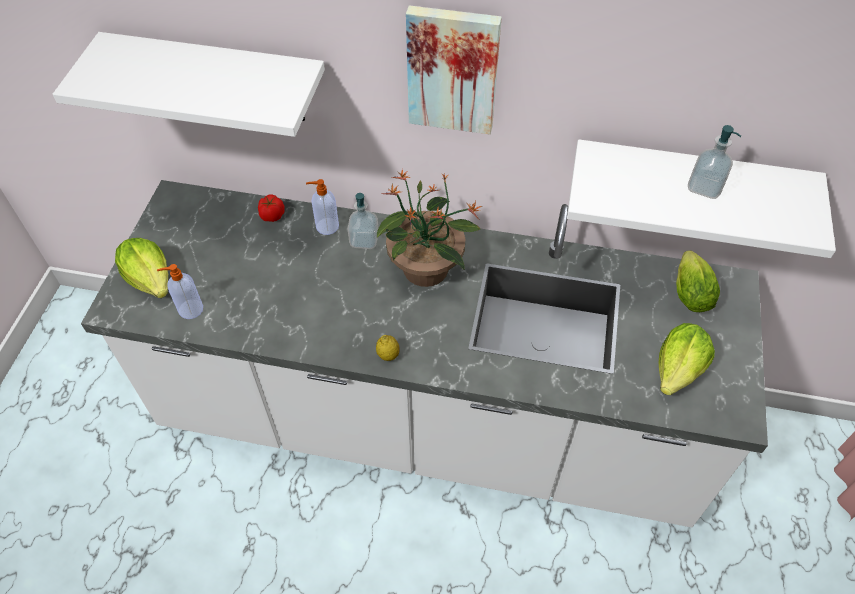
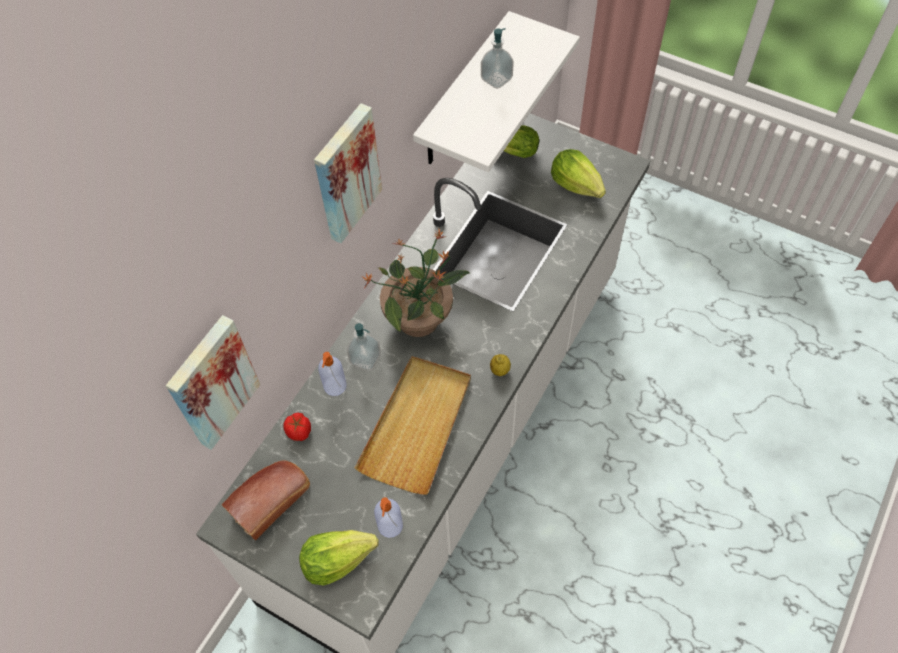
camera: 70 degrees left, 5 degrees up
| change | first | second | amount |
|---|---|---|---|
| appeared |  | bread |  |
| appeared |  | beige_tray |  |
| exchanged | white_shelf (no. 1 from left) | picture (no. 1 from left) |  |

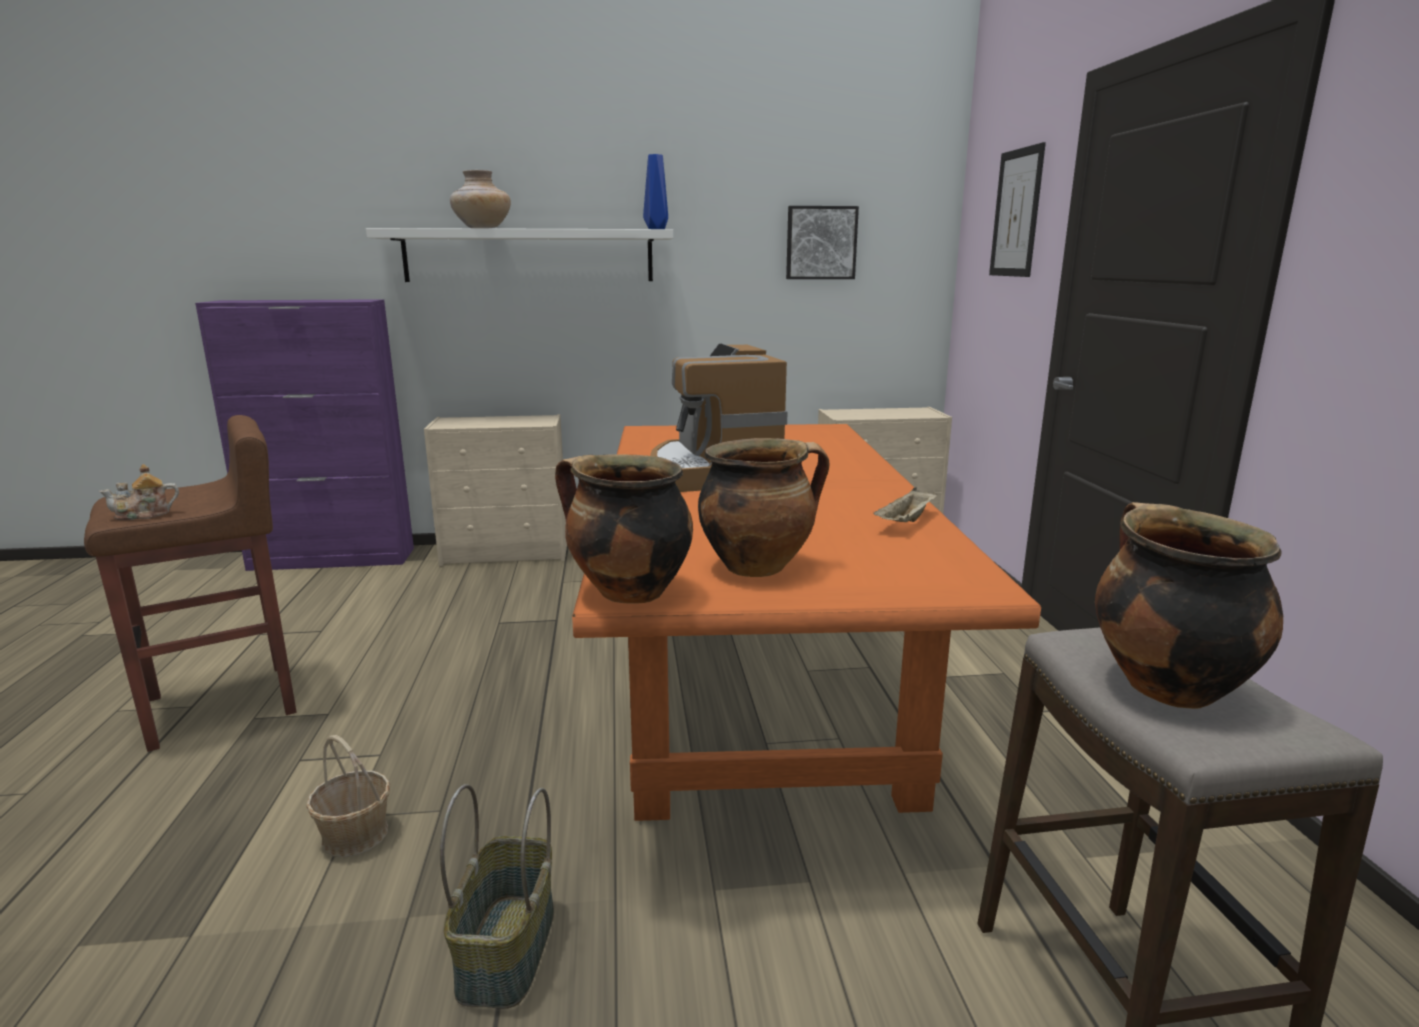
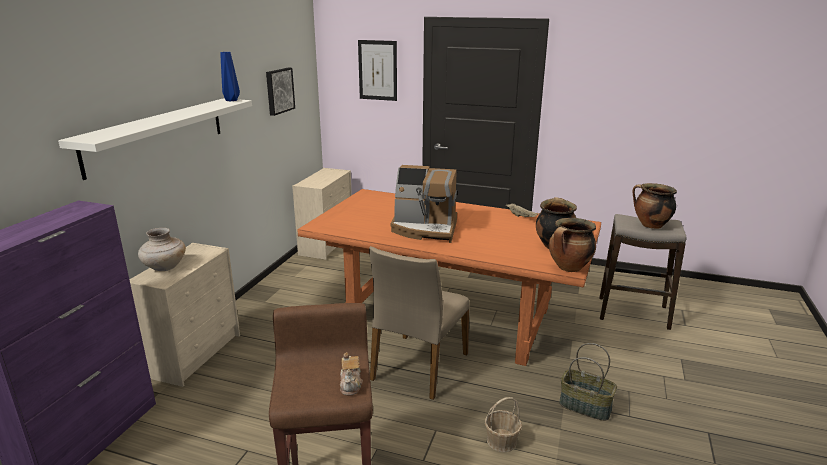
camera: 65 degrees left, 5 degrees up
| change | first | second | amount |
|---|---|---|---|
| appeared |  | beige_chair |  |
| relocated | beige_vase |  |  |

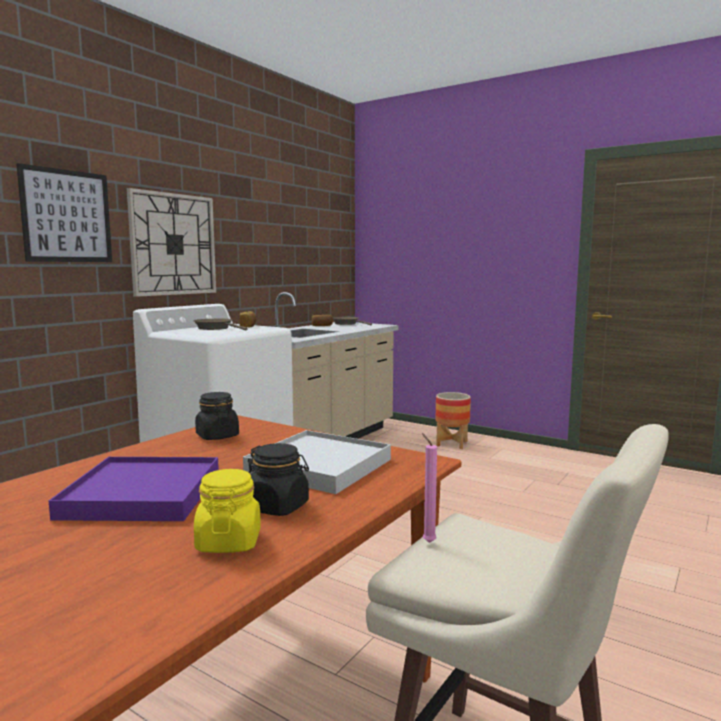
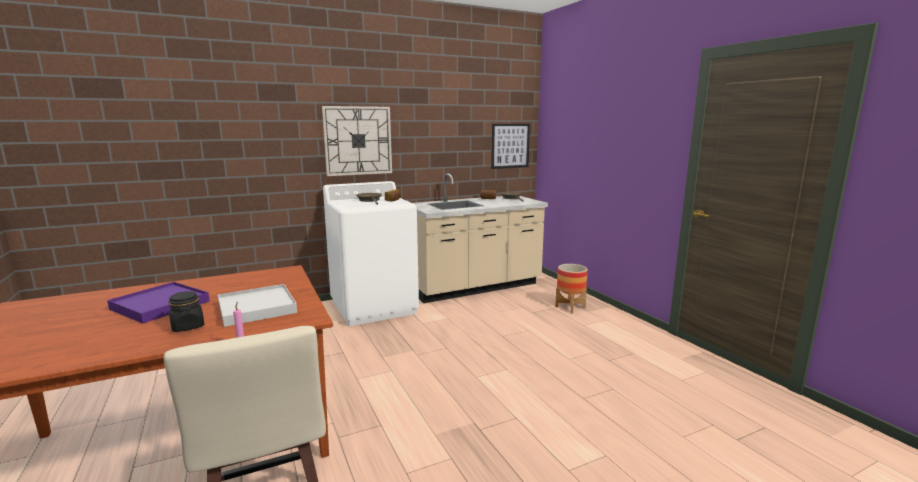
camera: 30 degrees right, 5 degrees up
| change | first | second | amount |
|---|---|---|---|
| missing | yellow_jar |  |  |
| missing | black_jar (no. 1 from left) |  |  |
| relocated | picture |  |  |

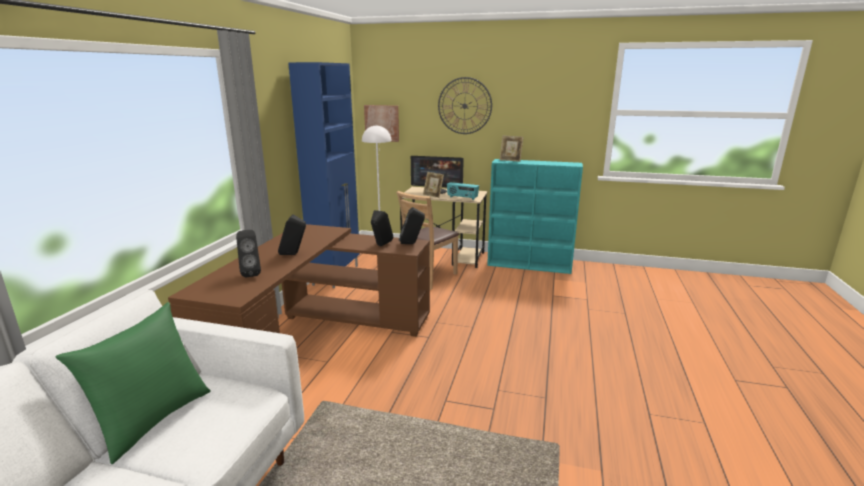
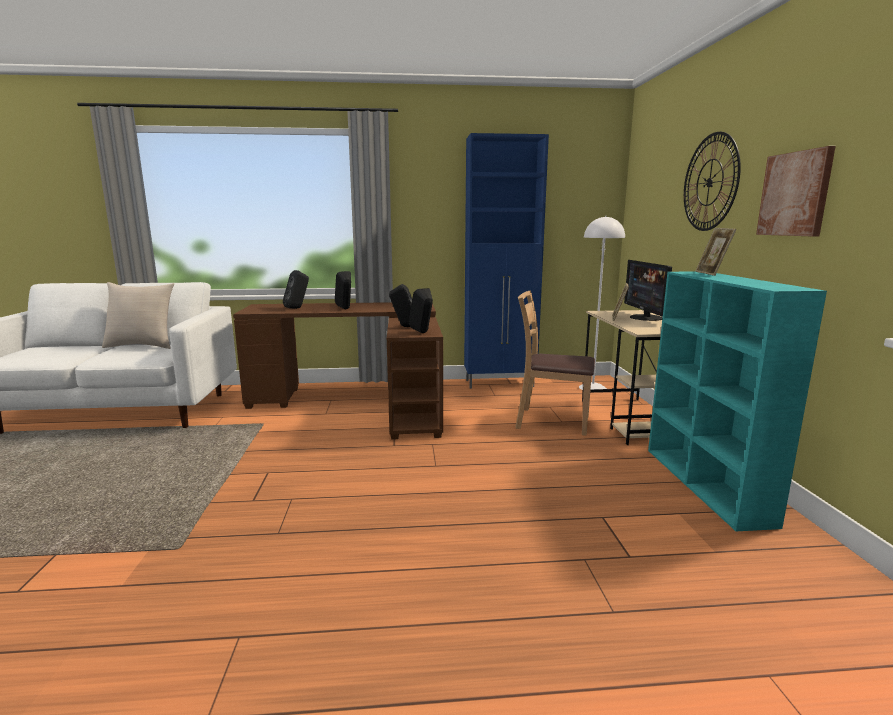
camera: 70 degrees right, 5 degrees down
| change | first | second | amount |
|---|---|---|---|
| missing | radio |  |  |
| relocated | picture |  |  |
| colour | green_pillow | beige_pillow |  |

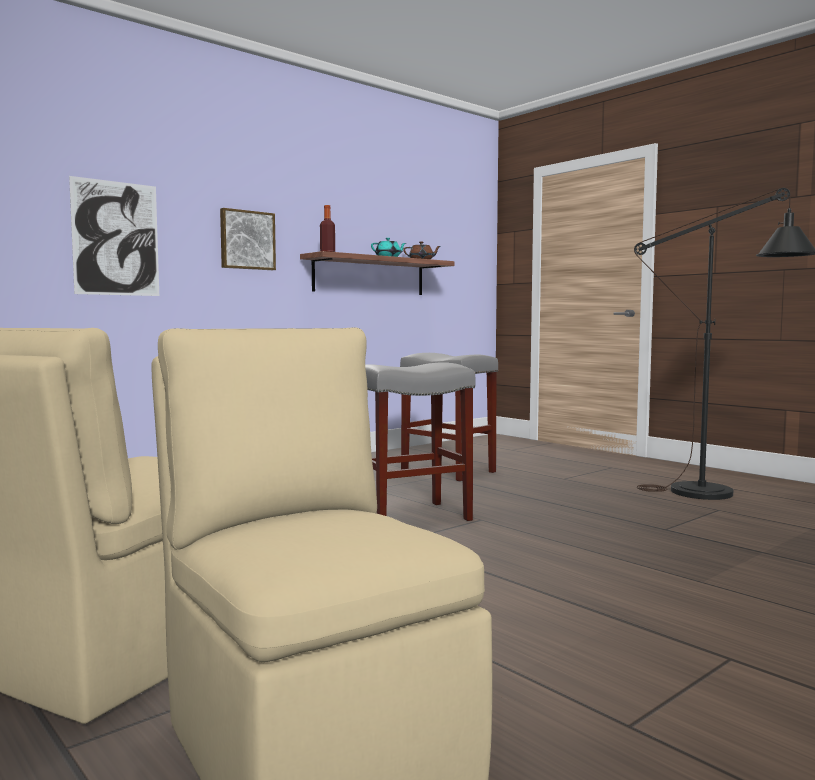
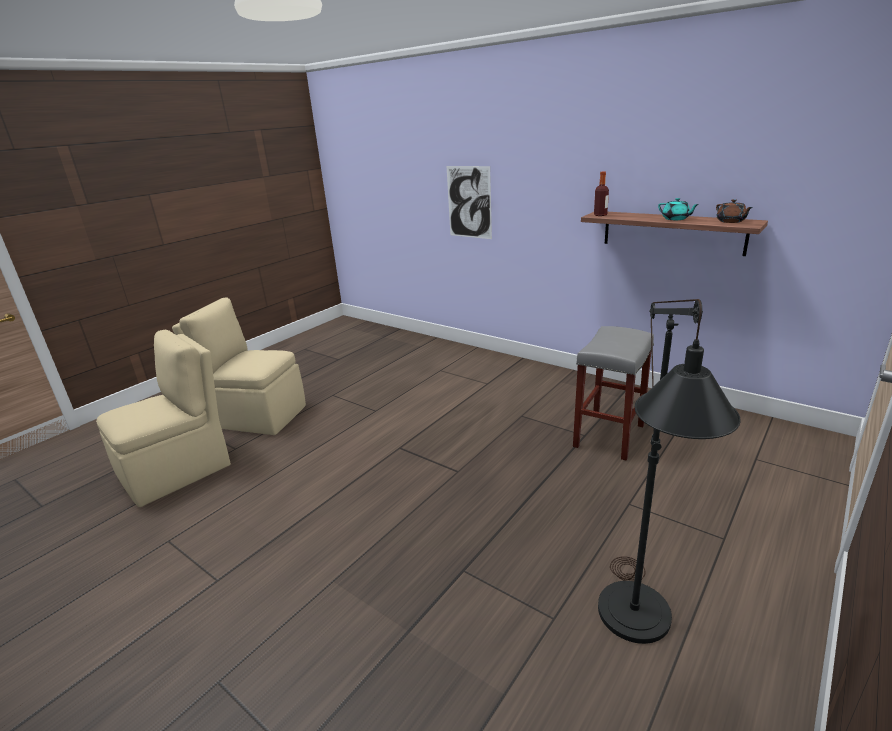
camera: 80 degrees right, 20 degrees up
| change | first | second | amount |
|---|---|---|---|
| missing | picture (no. 2 from left) |  |  |
| missing | grey_stool (no. 1 from left) |  |  |

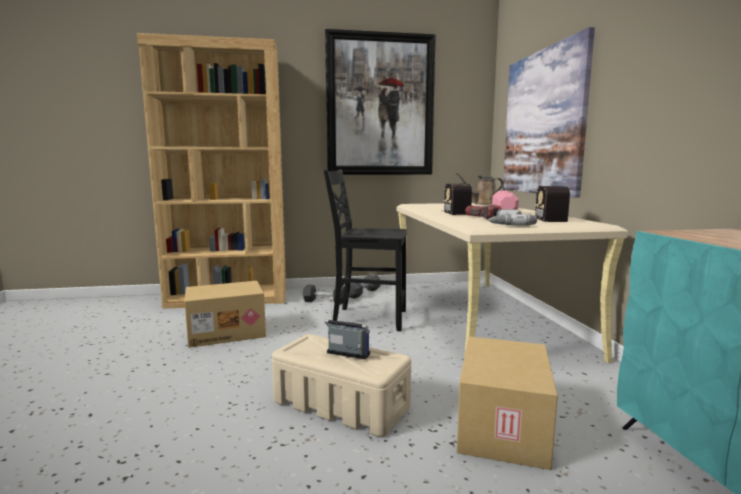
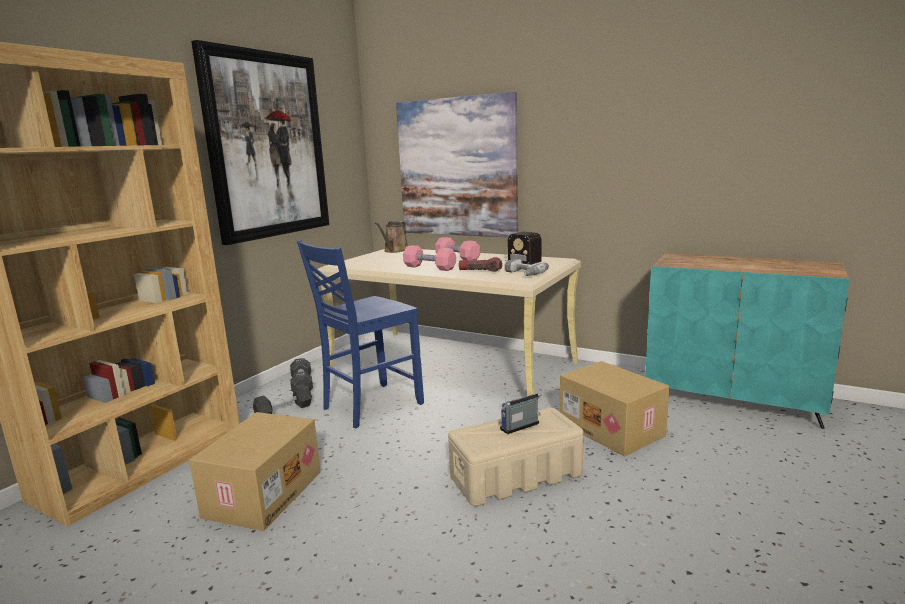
camera: 50 degrees left, 5 degrees up
| change | first | second | amount |
|---|---|---|---|
| exchanged | radio (no. 2 from left) | pink_dumbbell (no. 1 from left) |  |
| colour | black_chair | blue_chair |  |

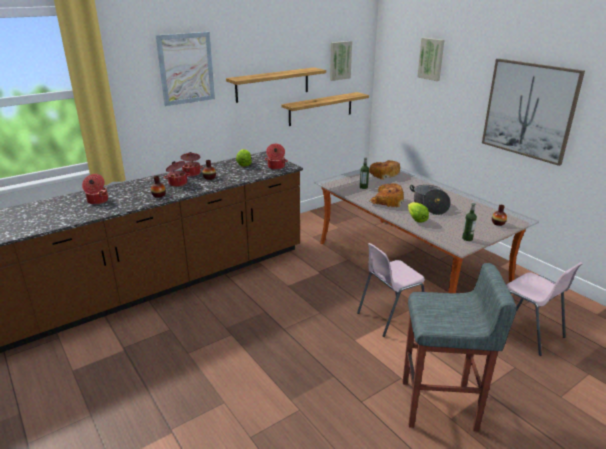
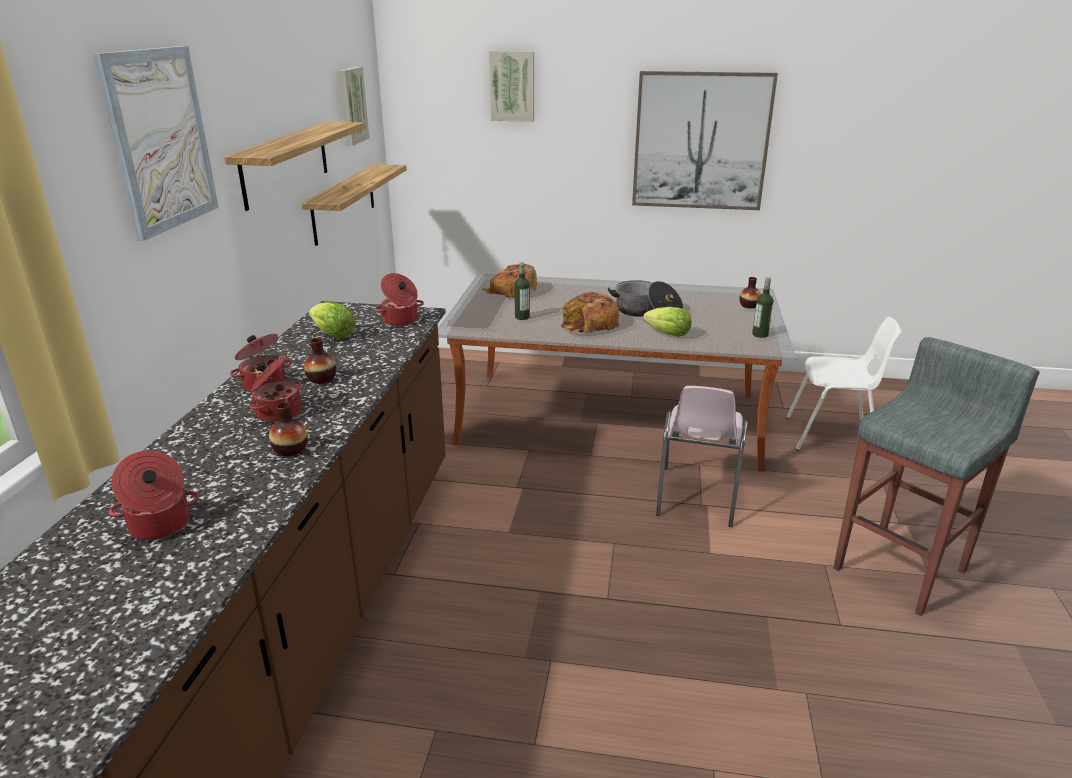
camera: 45 degrees left, 0 degrees up
| change | first | second | amount |
|---|---|---|---|
| colour | pink_chair (no. 2 from left) | white_chair |  |

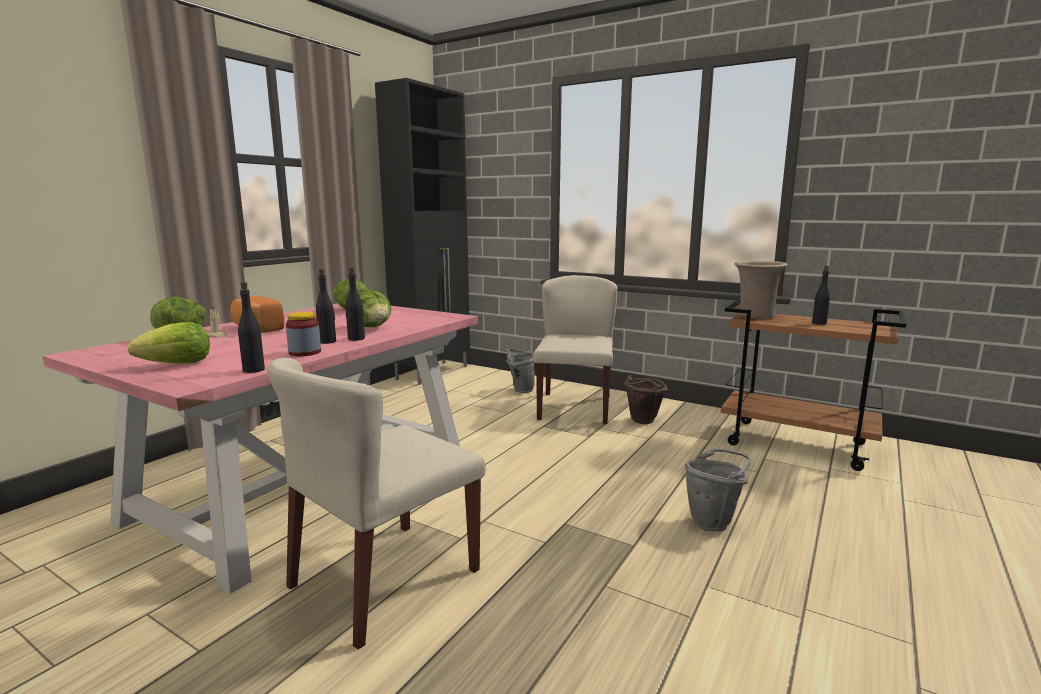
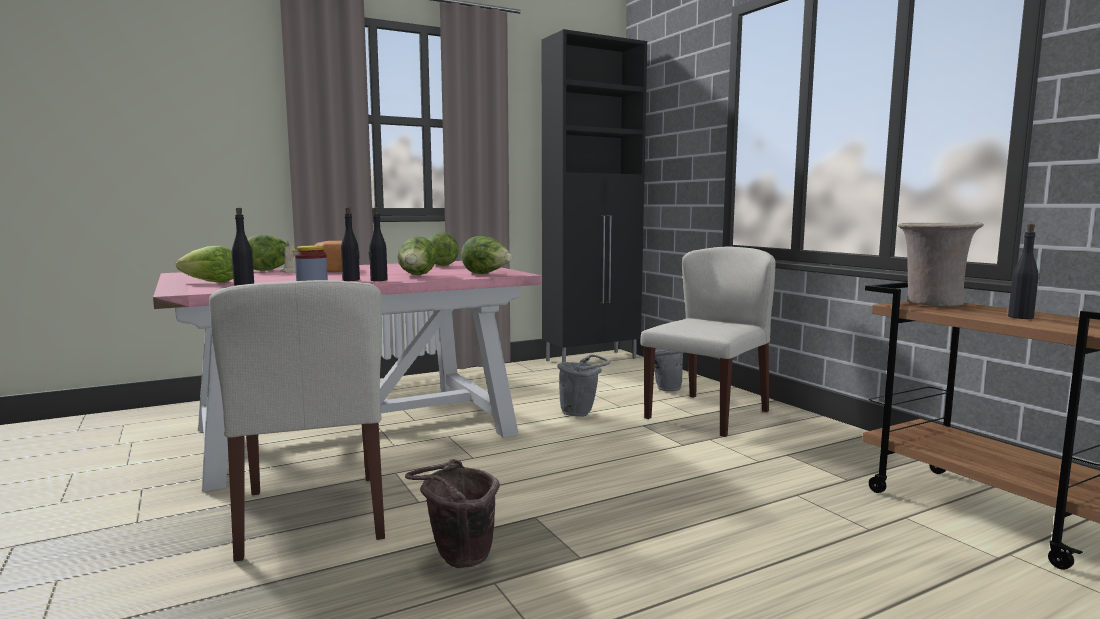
camera: 30 degrees right, 5 degrees down
| change | first | second | amount |
|---|---|---|---|
| appeared |  | lettuce (no. 5 from left) |  |
| relocated | brown_bucket |  |  |
| relocated | grey_bucket (no. 2 from left in the first image) | grey_bucket (no. 1 from left) |  |
| spun | beige_chair (no. 1 from left) |  | 90 degrees counterclockwise |

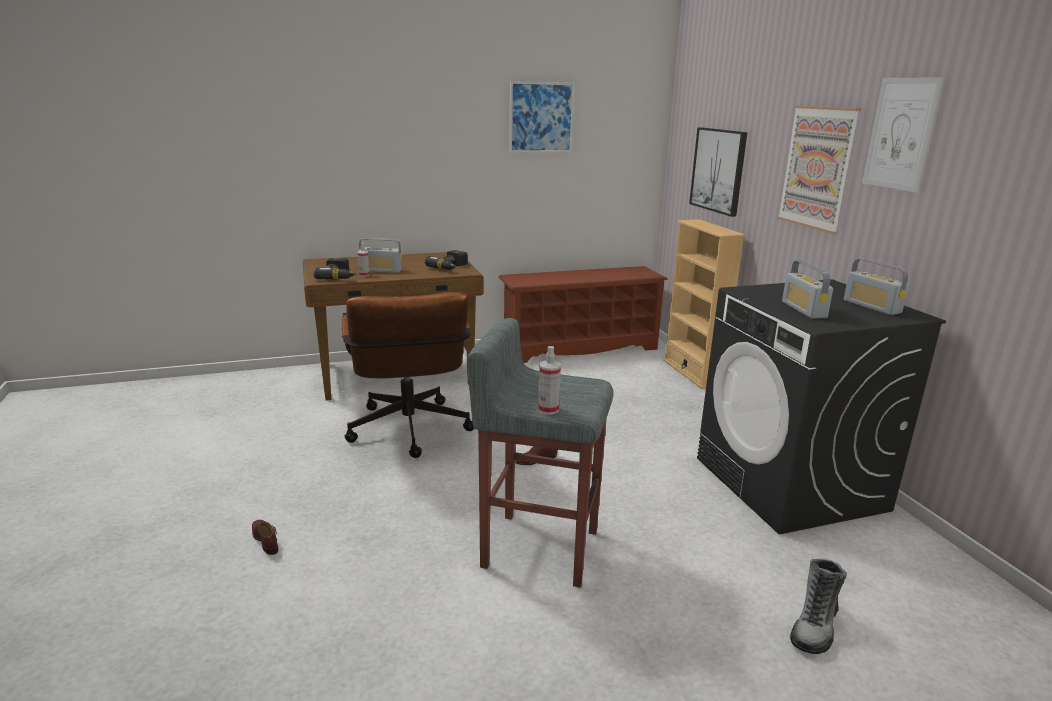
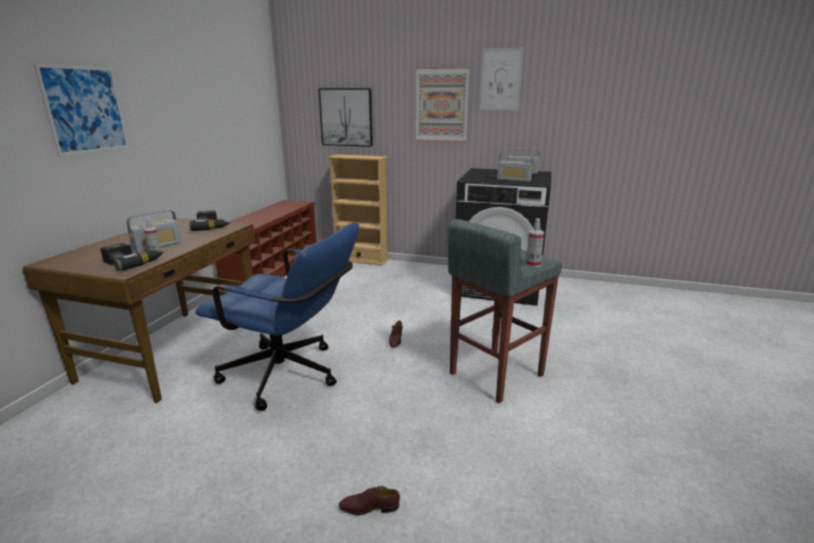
camera: 55 degrees left, 0 degrees up
| change | first | second | amount |
|---|---|---|---|
| missing | boot |  |  |
| relocated | picture (no. 1 from left) |  |  |
| colour | brown_office_chair | blue_office_chair |  |

